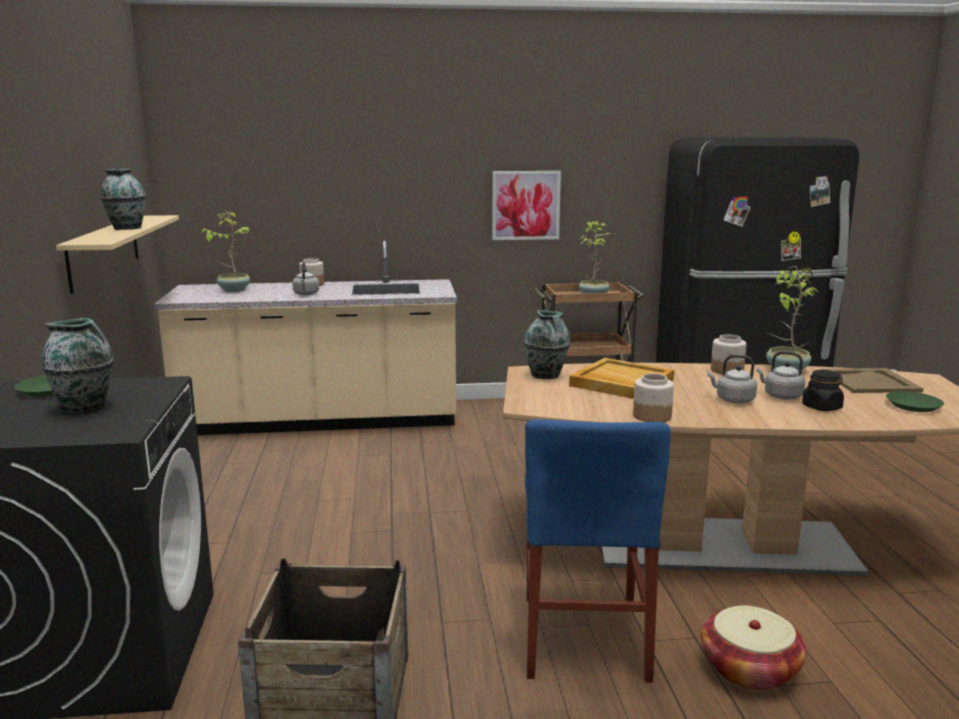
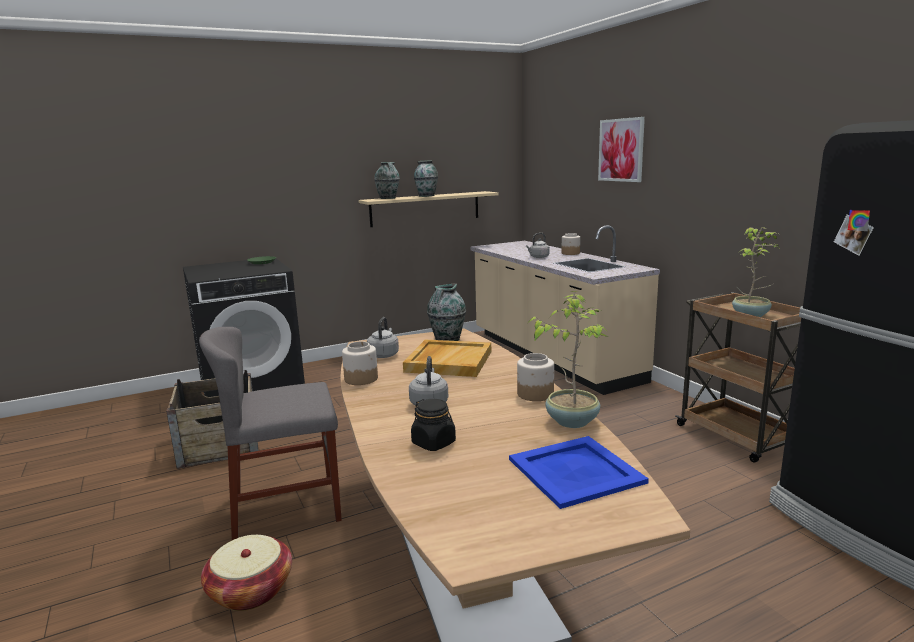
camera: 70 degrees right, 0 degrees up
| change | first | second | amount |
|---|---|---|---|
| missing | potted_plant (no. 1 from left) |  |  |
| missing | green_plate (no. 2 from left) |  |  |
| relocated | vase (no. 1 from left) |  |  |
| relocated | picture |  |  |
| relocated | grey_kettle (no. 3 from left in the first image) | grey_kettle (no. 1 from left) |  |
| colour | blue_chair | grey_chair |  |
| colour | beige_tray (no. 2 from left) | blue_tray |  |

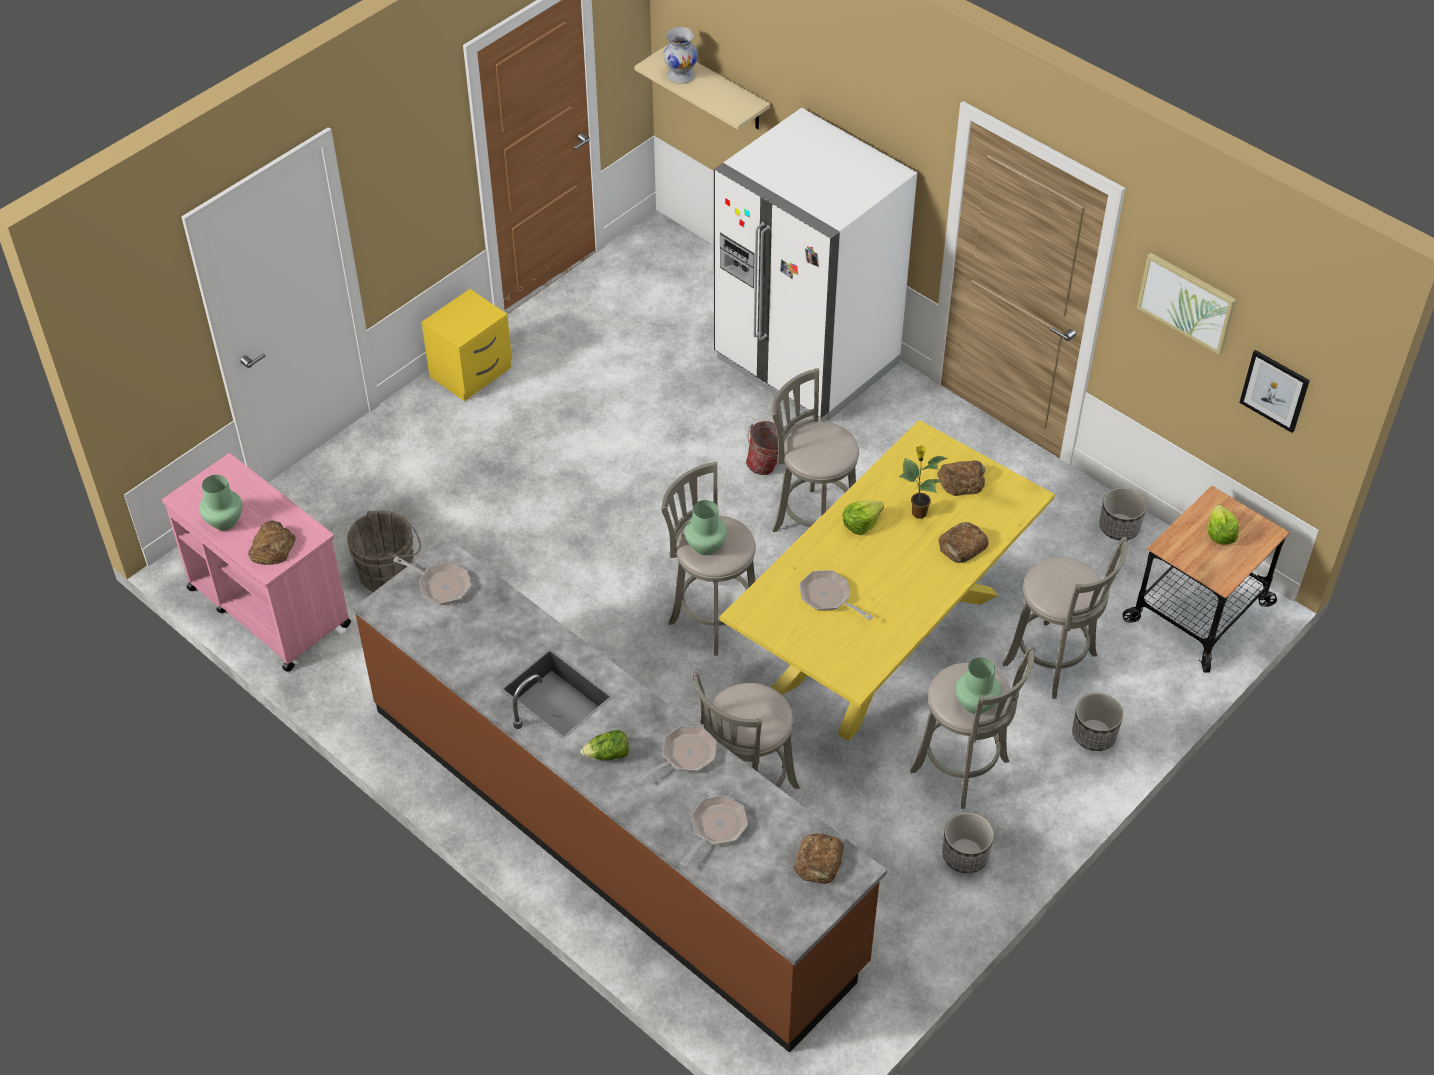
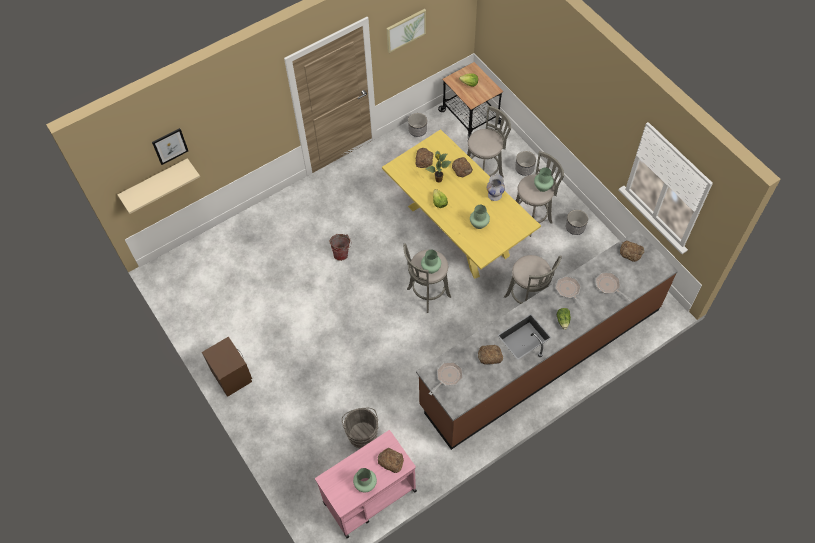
camera: 75 degrees left, 10 degrees up
| change | first | second | amount |
|---|---|---|---|
| missing | white_fridge |  |  |
| missing | grey_stool (no. 3 from left) |  |  |
| appeared |  | bread (no. 4 from left) |  |
| relocated | white_vase |  |  |
| relocated | picture (no. 2 from left in the first image) | picture (no. 1 from left) |  |
| exchanged | frying_pan (no. 4 from left) | green_vase (no. 3 from left) |  |
| colour | yellow_nightstand | brown_nightstand |  |

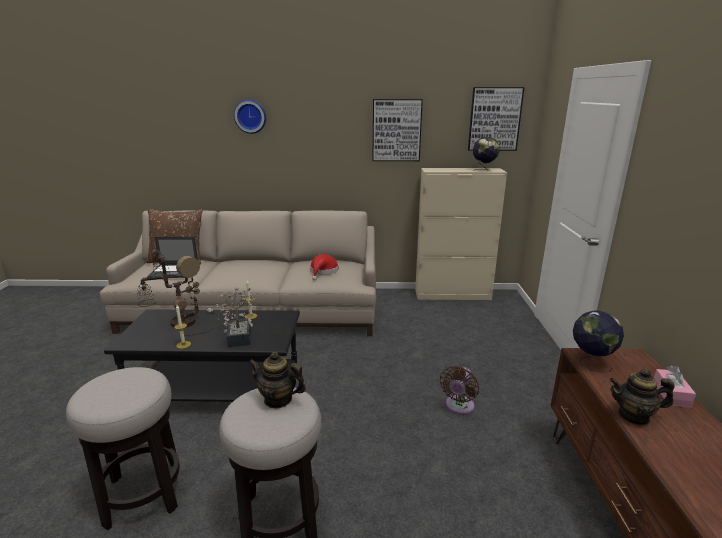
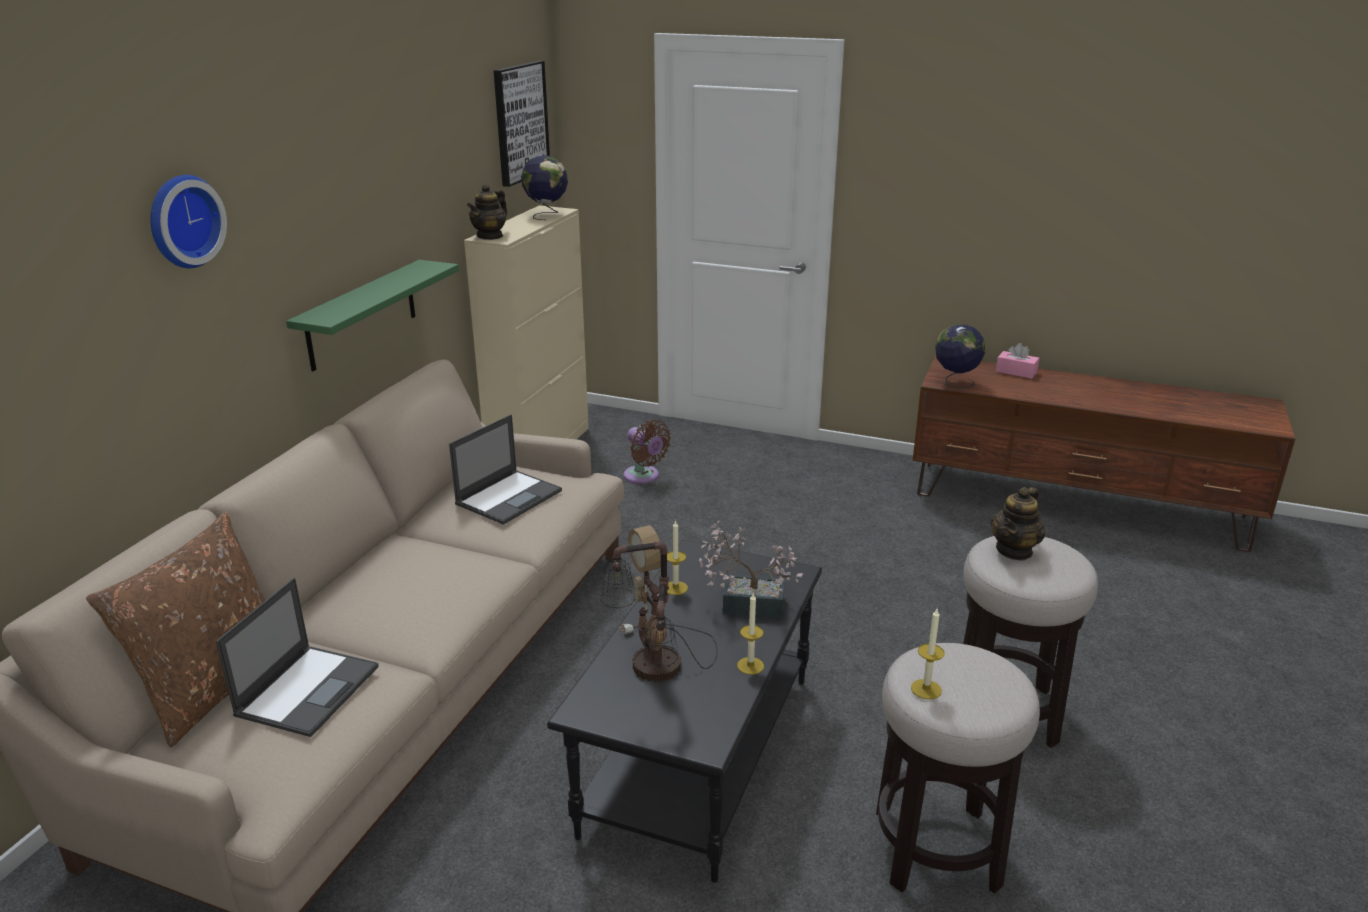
camera: 70 degrees left, 5 degrees up
| change | first | second | amount |
|---|---|---|---|
| missing | picture (no. 1 from left) |  |  |
| appeared |  | green_shelf |  |
| appeared |  | candle (no. 3 from left) |  |
| relocated | brown_fan |  |  |
| relocated | teapot (no. 2 from left in the first image) | teapot (no. 1 from left) |  |
| exchanged | red_hat | laptop (no. 2 from left) |  |

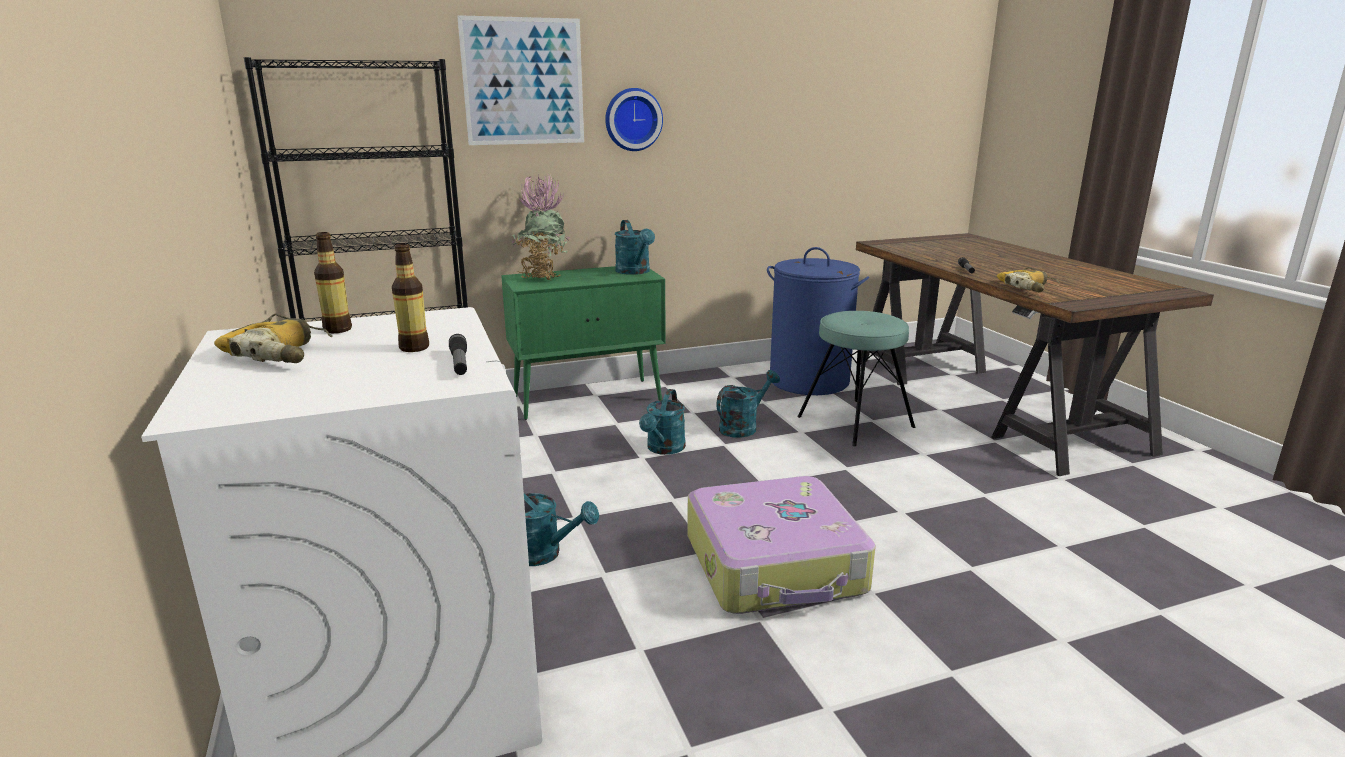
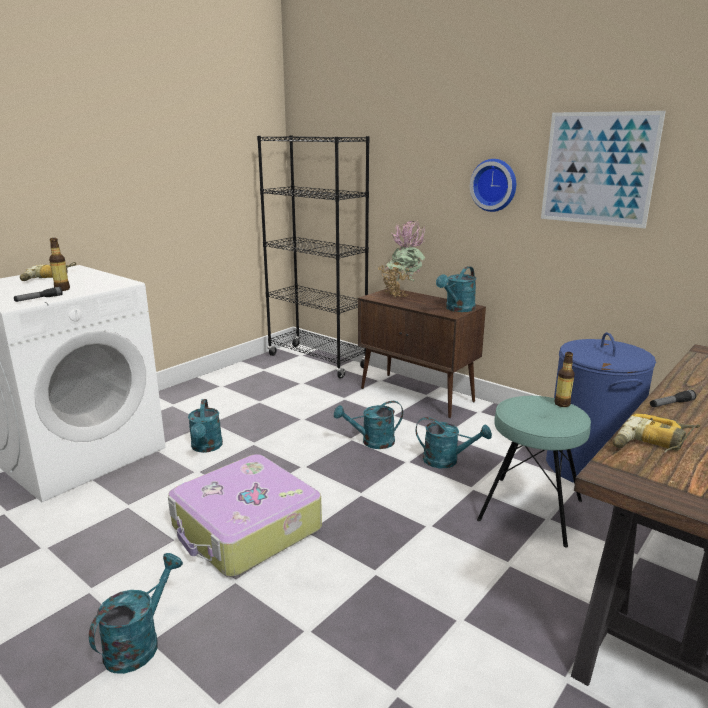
camera: 60 degrees right, 0 degrees up
| change | first | second | amount |
|---|---|---|---|
| appeared |  | turquoise_watering_can (no. 1 from left) |  |
| relocated | bottle (no. 1 from left in the first image) | bottle (no. 2 from left) |  |
| relocated | picture |  |  |
| colour | green_cabinet | brown_cabinet |  |

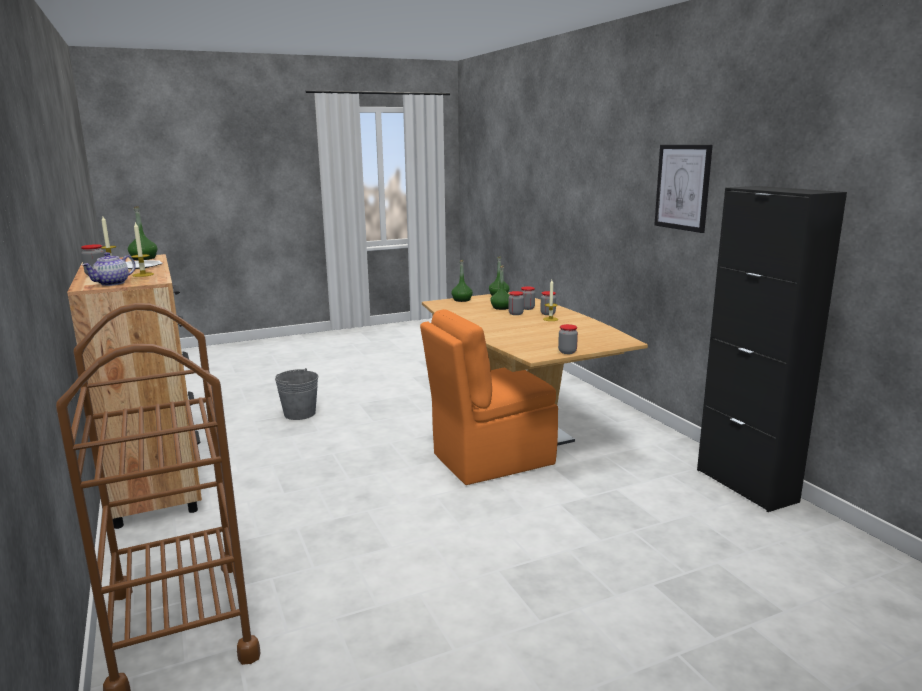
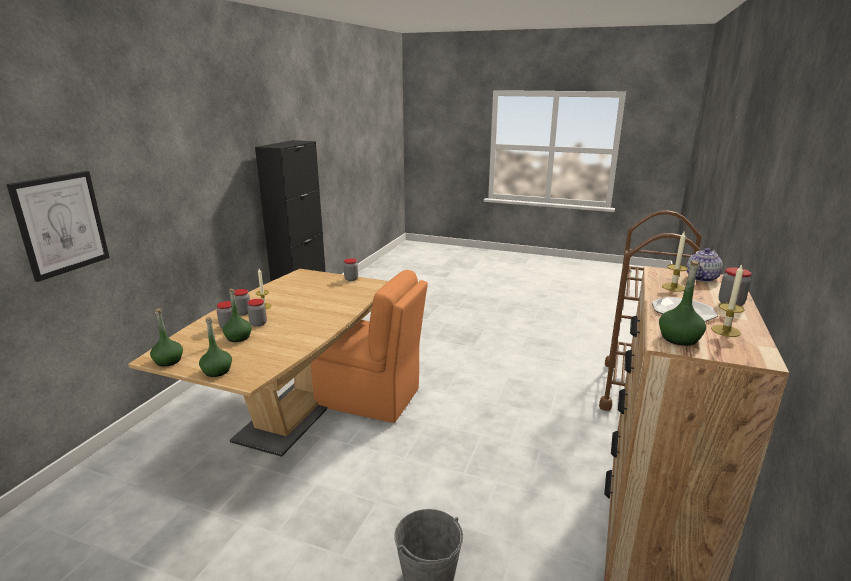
camera: 135 degrees left, 5 degrees up
| change | first | second | amount |
|---|---|---|---|
| relocated | picture |  |  |
| spun | teapot |  | 150 degrees clockwise |

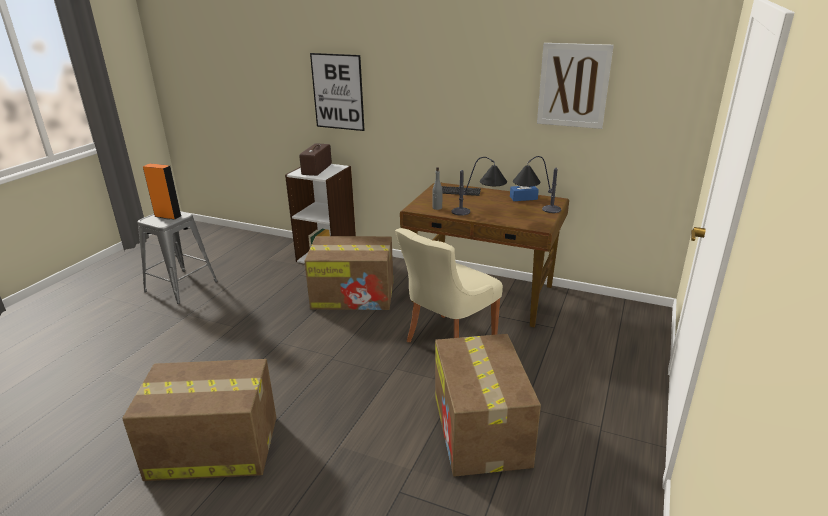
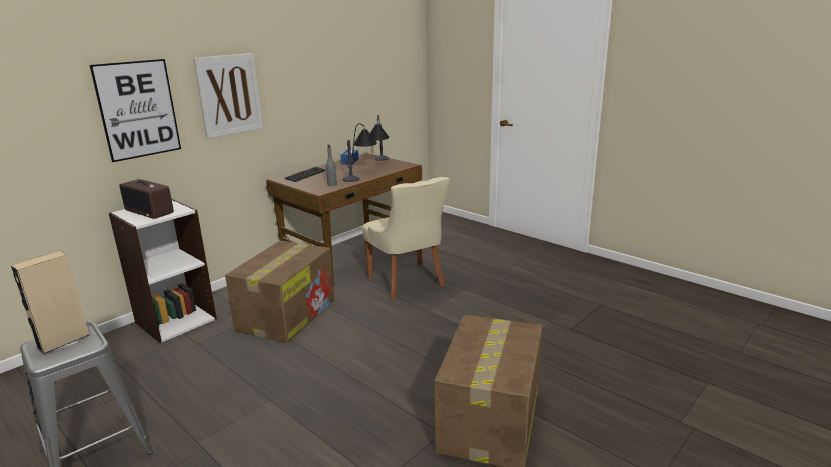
camera: 70 degrees left, 5 degrees down
| change | first | second | amount |
|---|---|---|---|
| missing | cardboard_box (no. 3 from left) |  |  |
| relocated | picture (no. 2 from left) |  |  |
| colour | orange_speaker | beige_speaker |  |

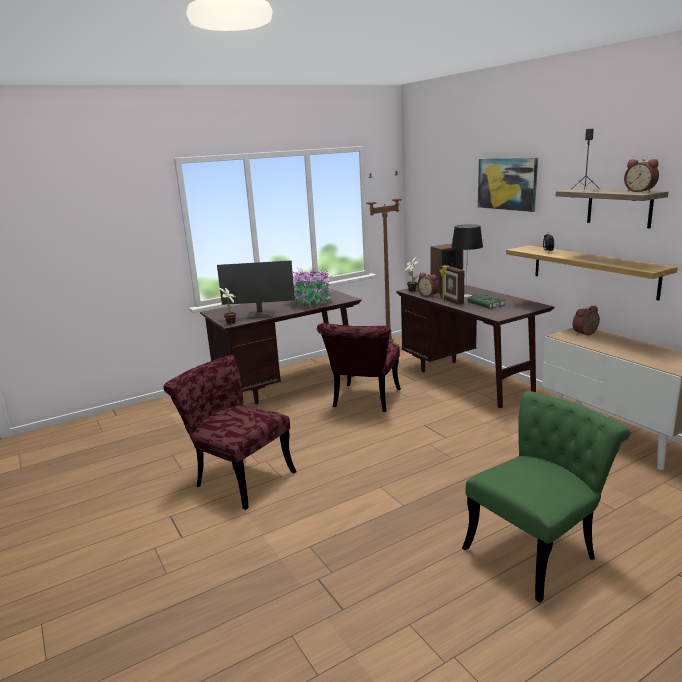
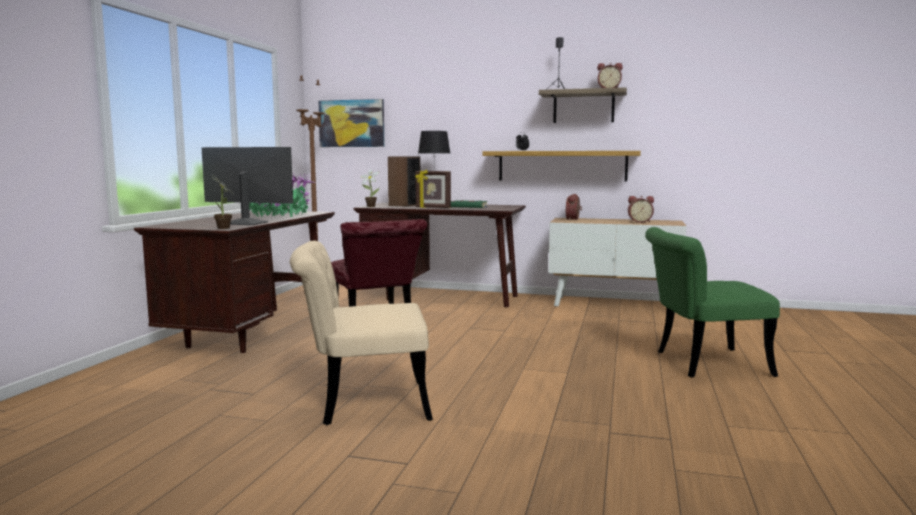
camera: 45 degrees left, 10 degrees down
| change | first | second | amount |
|---|---|---|---|
| relocated | alarm_clock (no. 1 from left in the first image) | alarm_clock (no. 4 from left) |  |
| relocated | picture |  |  |
| colour | red_chair (no. 1 from left) | beige_chair |  |
| spun | monitor |  | 120 degrees counterclockwise |
| spun | green_chair |  | 105 degrees counterclockwise |

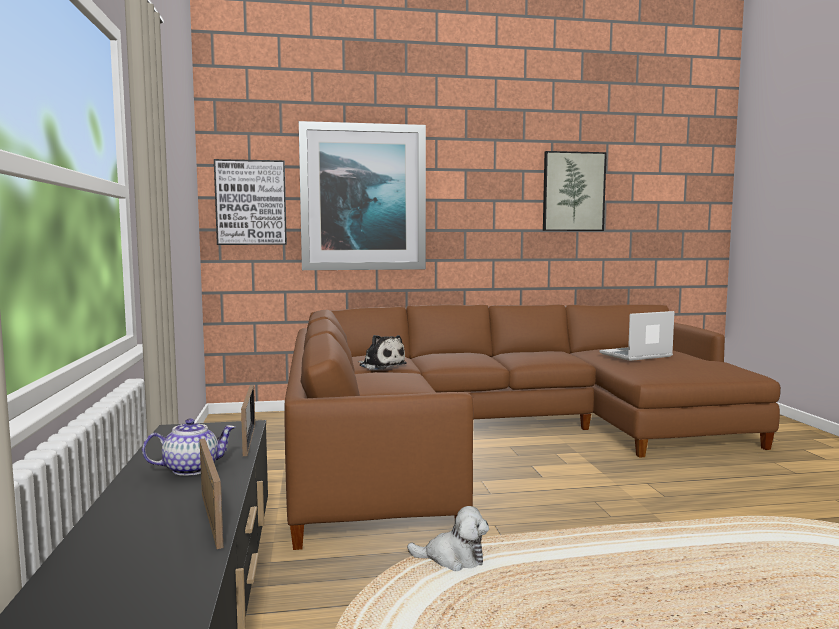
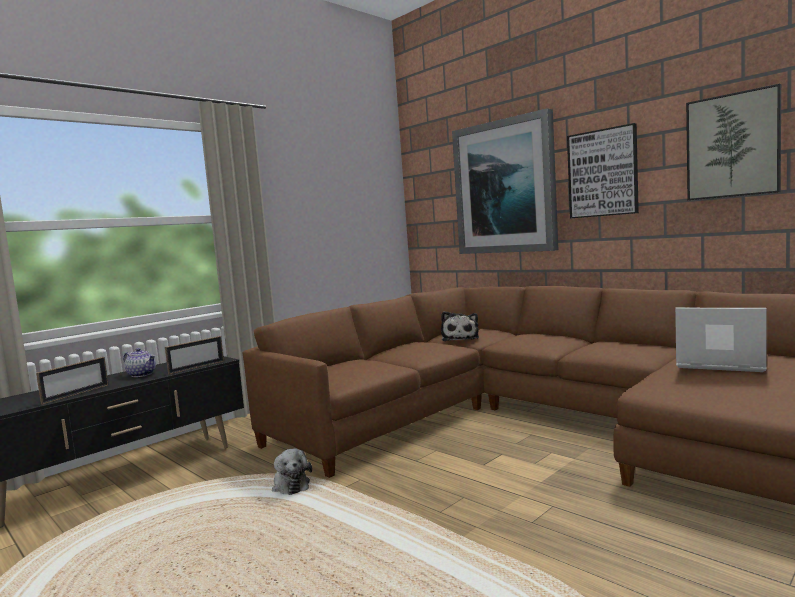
camera: 55 degrees right, 0 degrees up
| change | first | second | amount |
|---|---|---|---|
| relocated | picture (no. 1 from left in the first image) | picture (no. 2 from left) |  |

